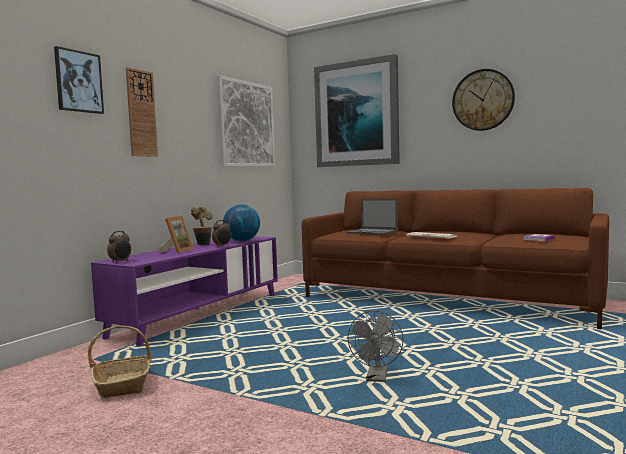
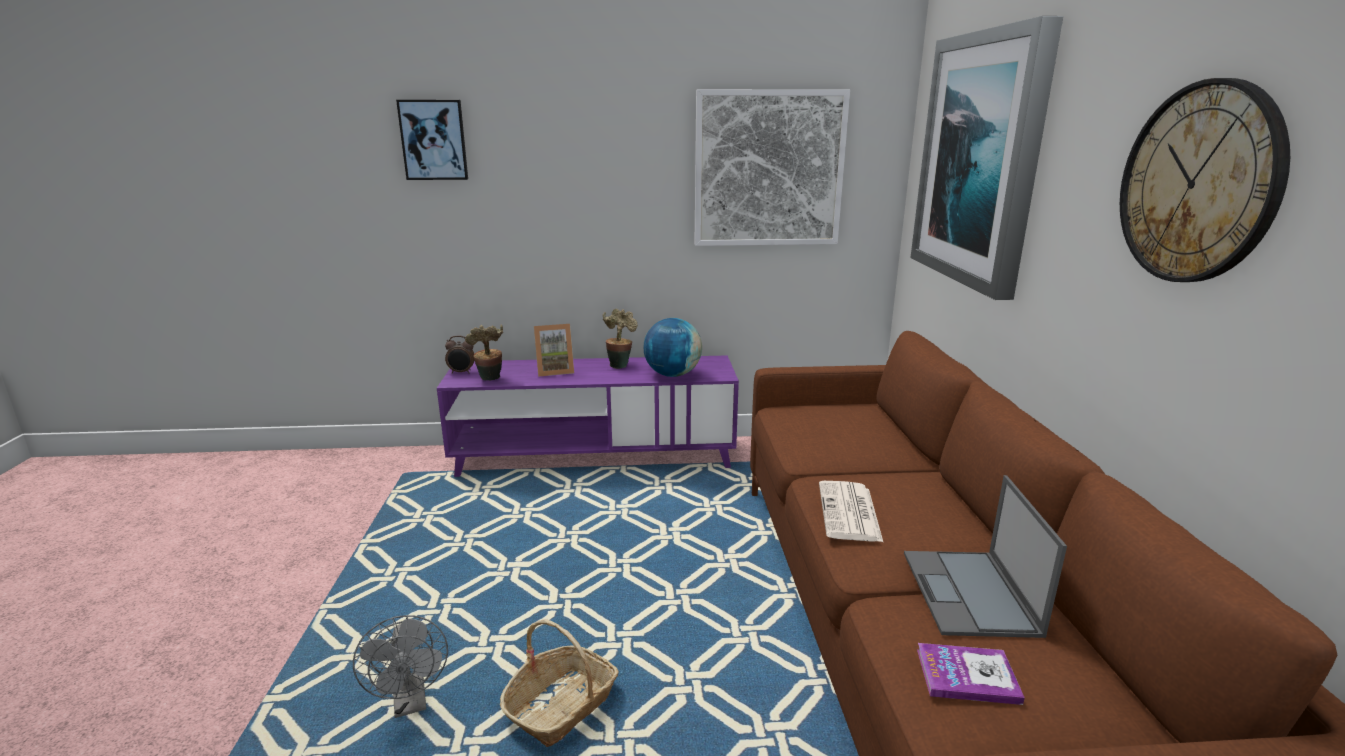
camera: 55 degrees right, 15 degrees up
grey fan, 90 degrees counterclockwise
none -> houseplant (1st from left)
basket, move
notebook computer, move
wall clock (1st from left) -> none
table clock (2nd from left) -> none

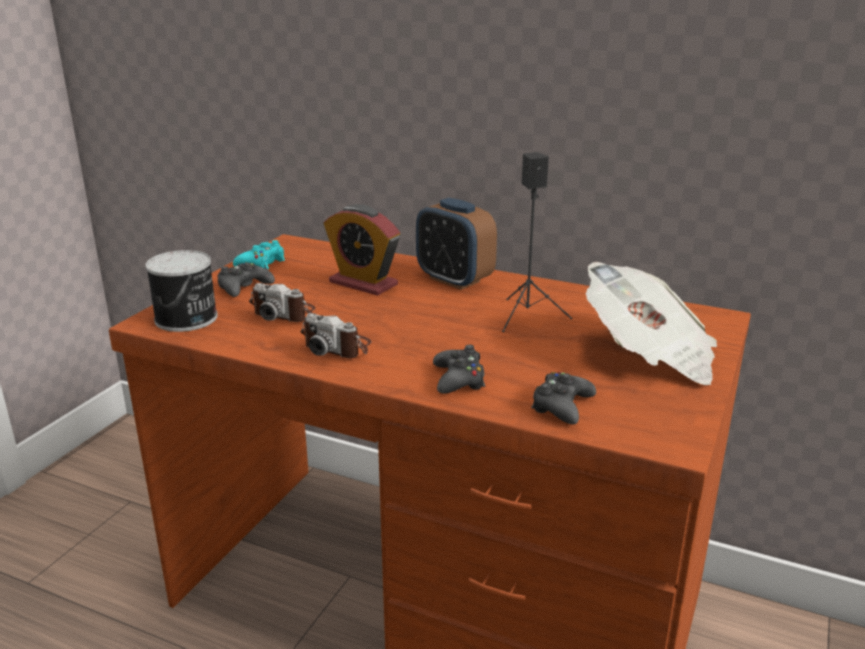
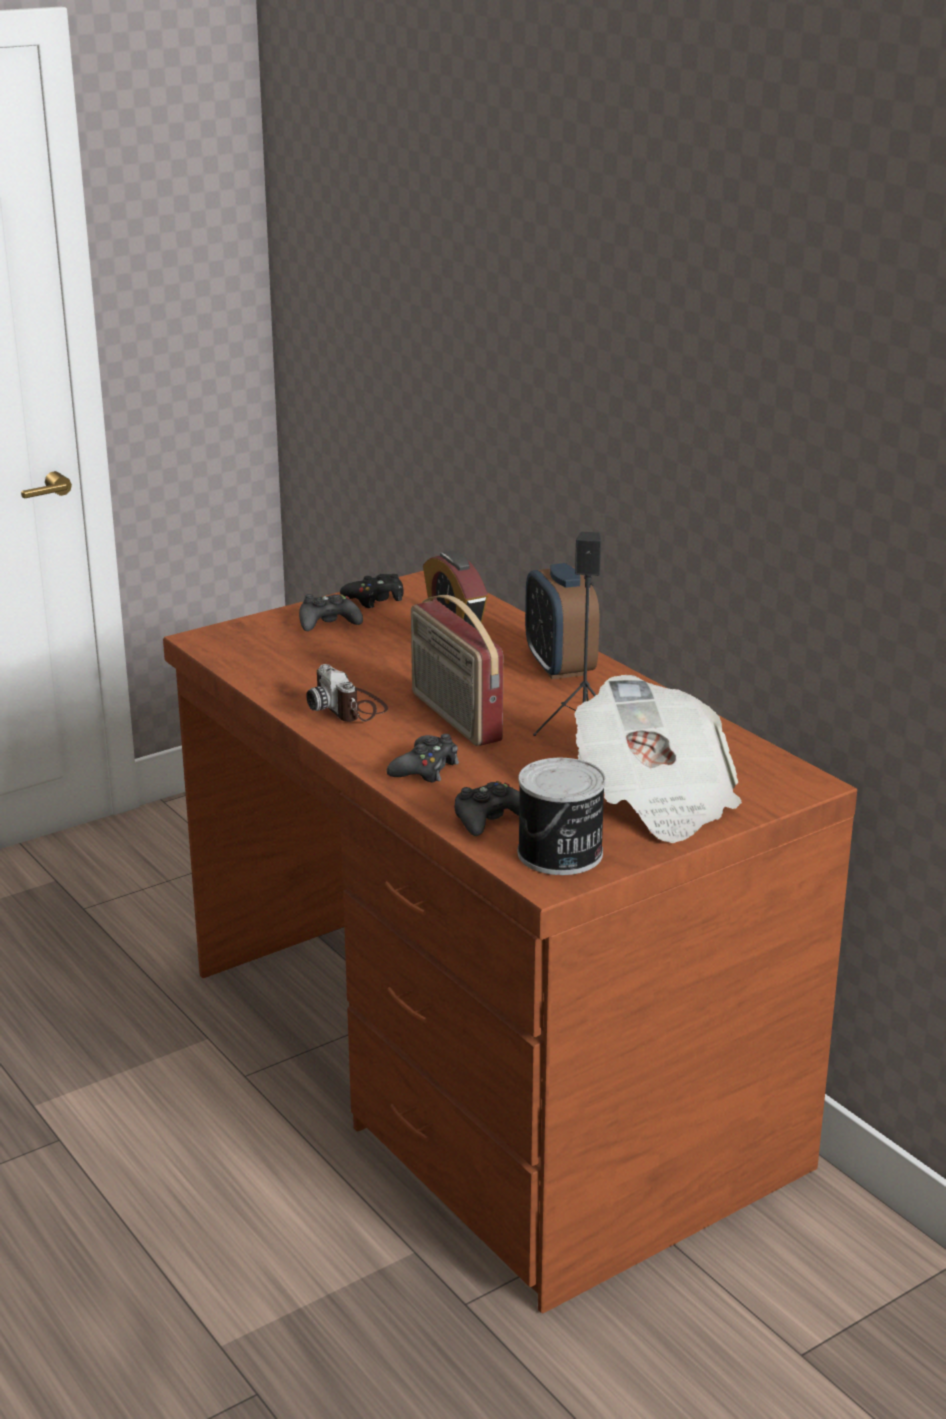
camera: 30 degrees right, 0 degrees up
turquoise joypad -> black joypad (2nd from left)
none -> radio receiver
metal can, move
still camera (1st from left) -> none

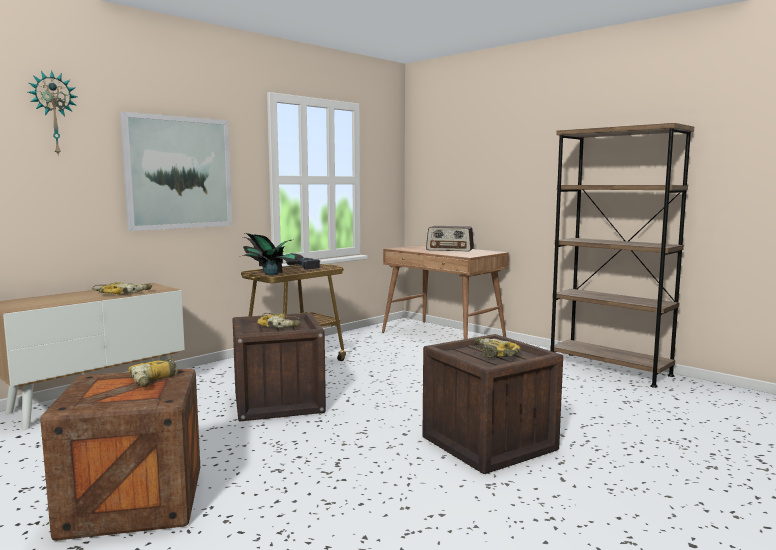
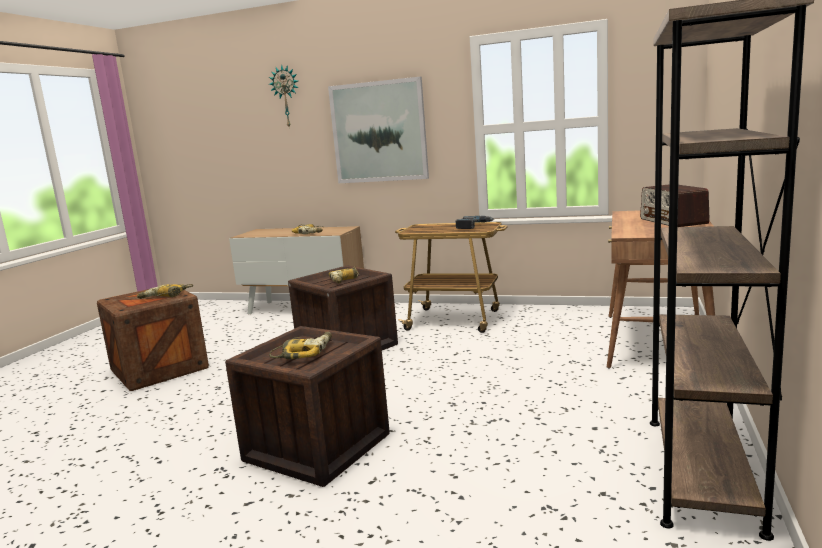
camera: 65 degrees right, 5 degrees up
houseplant -> none

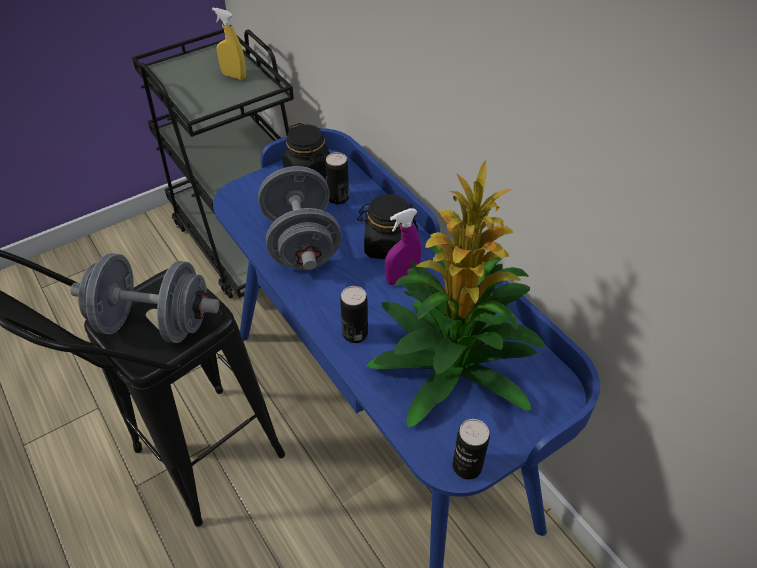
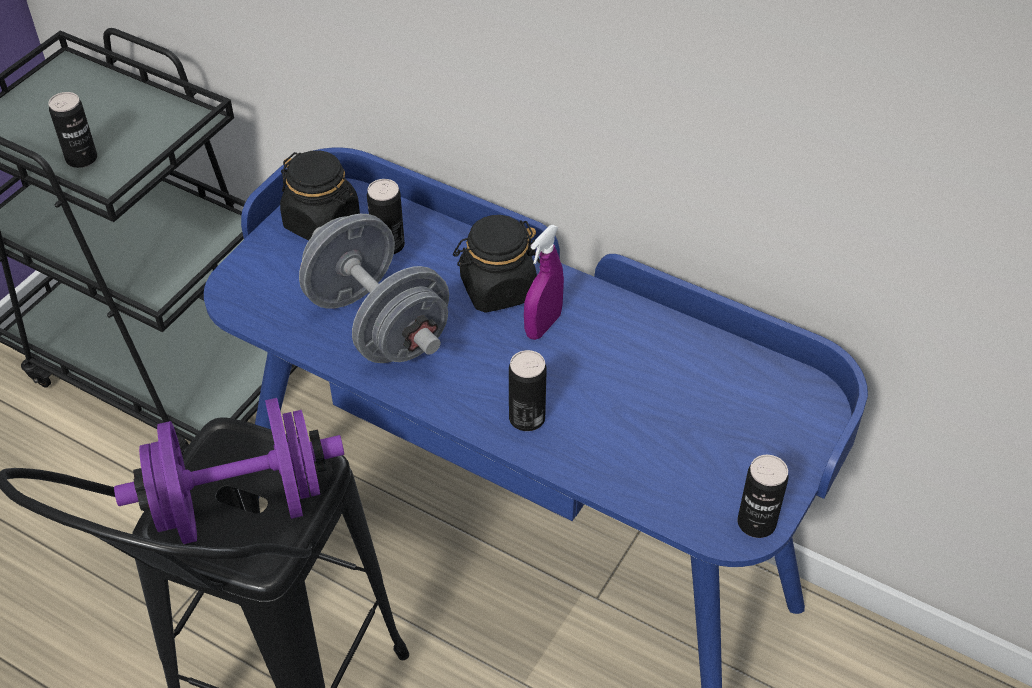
camera: 25 degrees left, 0 degrees up
none -> metal can (1st from left)
grey free weight (1st from left) -> purple-coloured free weight
yellow spray bottle -> none
houseplant -> none

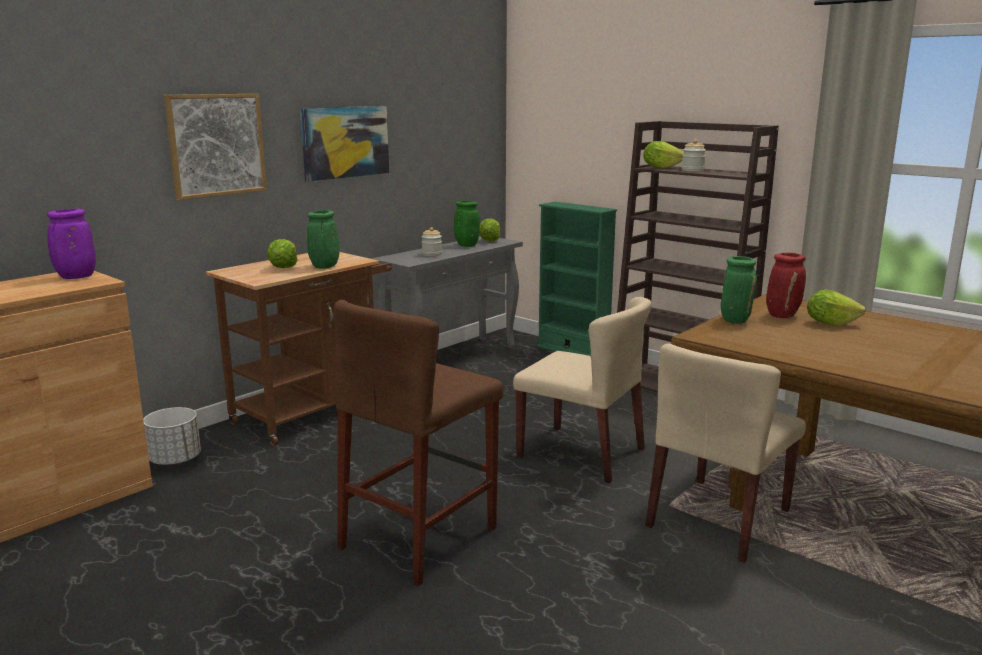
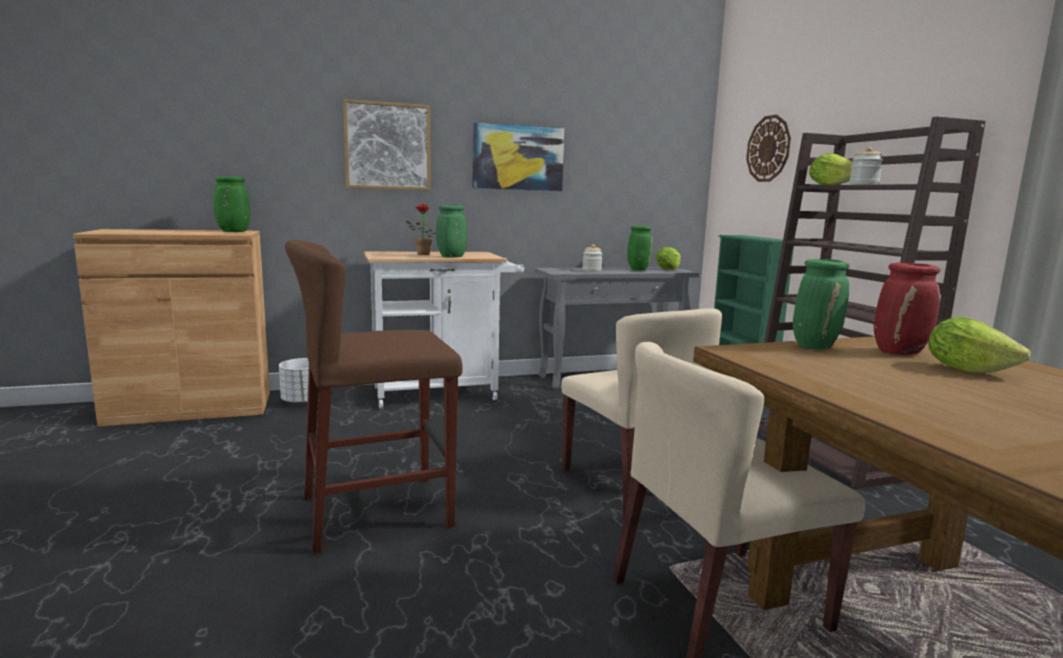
camera: 30 degrees right, 5 degrees down
purple-coloured flower vase -> green flower vase (1st from left)
brown-coloured cart -> whitish cart
lettuce head (1st from left) -> houseplant
none -> wall clock

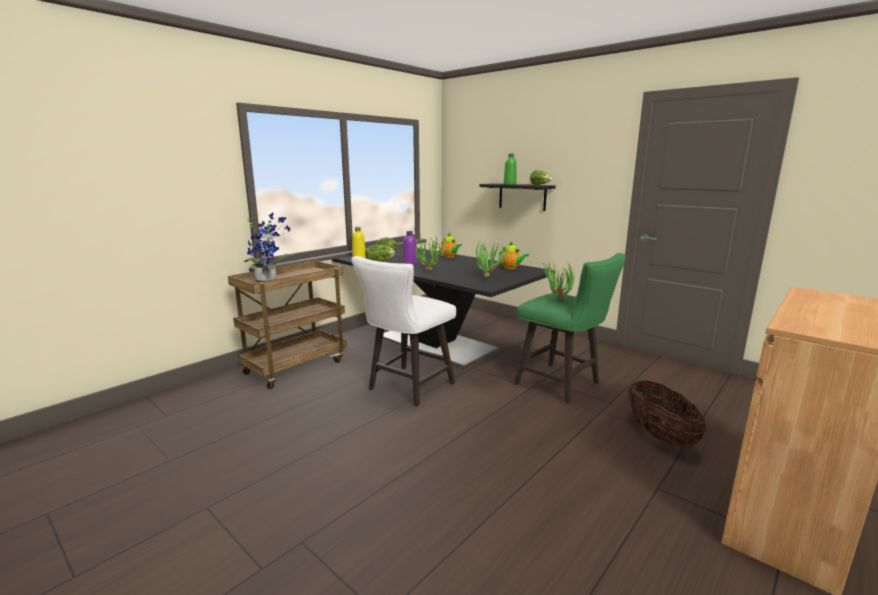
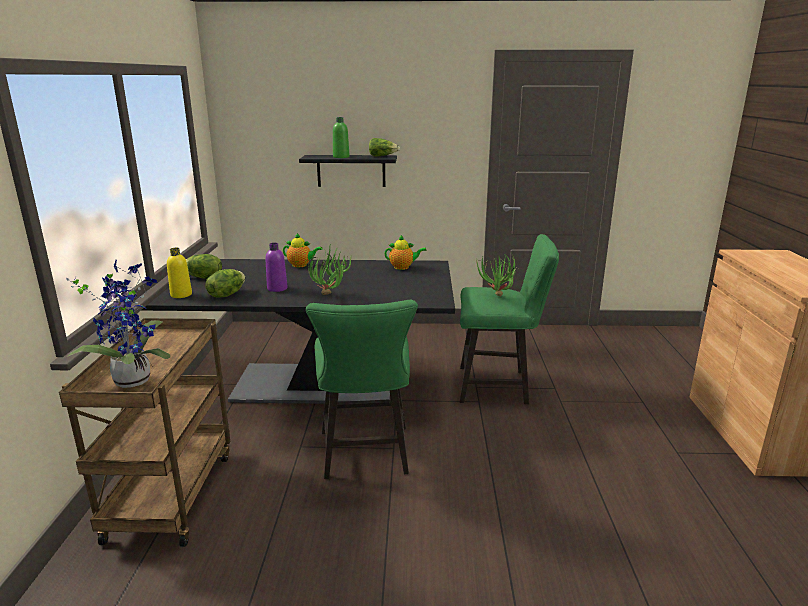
camera: 40 degrees left, 5 degrees up
whitish sitting stool -> green sitting stool (1st from left)
houseplant (3rd from left) -> none
basket -> none

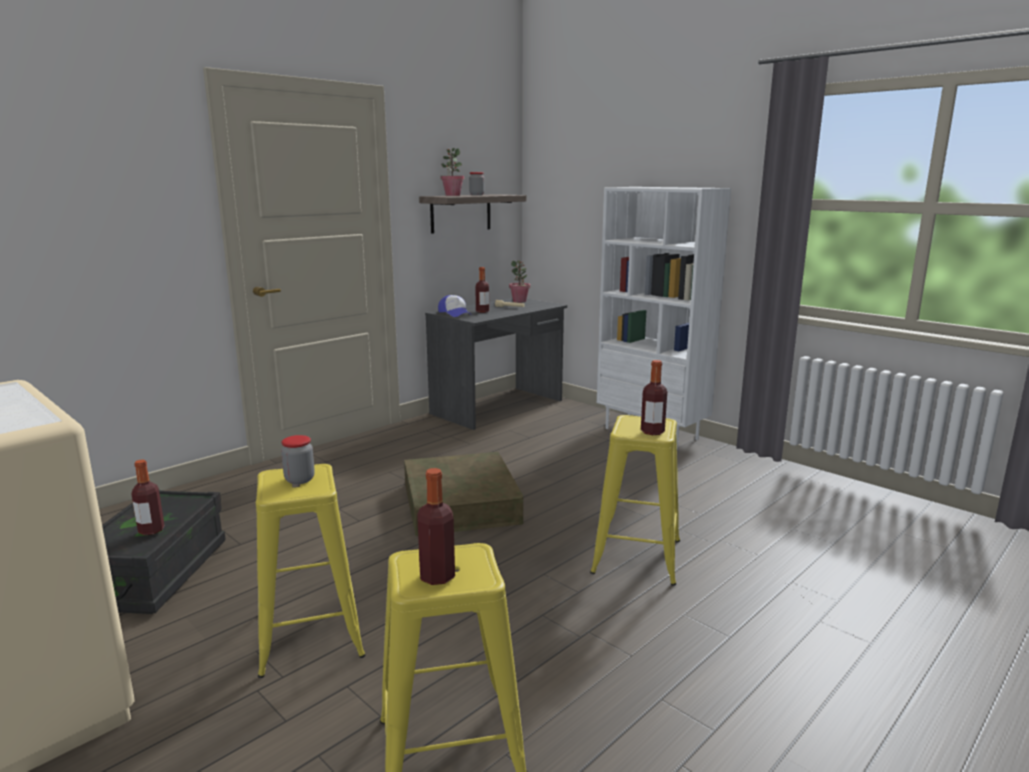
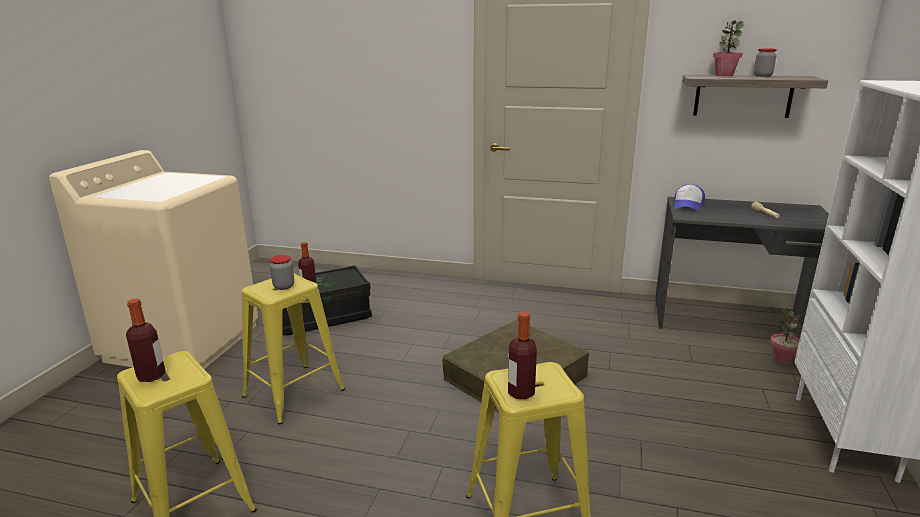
camera: 60 degrees right, 5 degrees up
houseplant (2nd from left), move
bottle (3rd from left) -> none

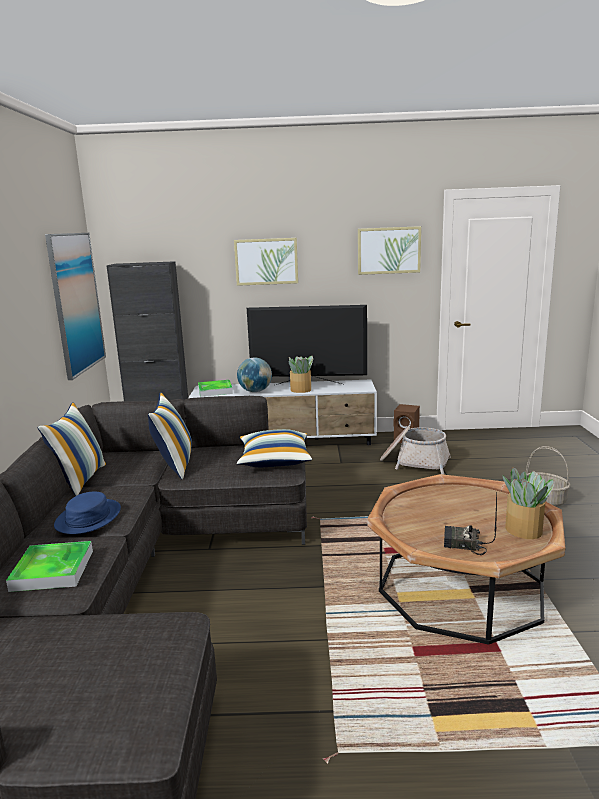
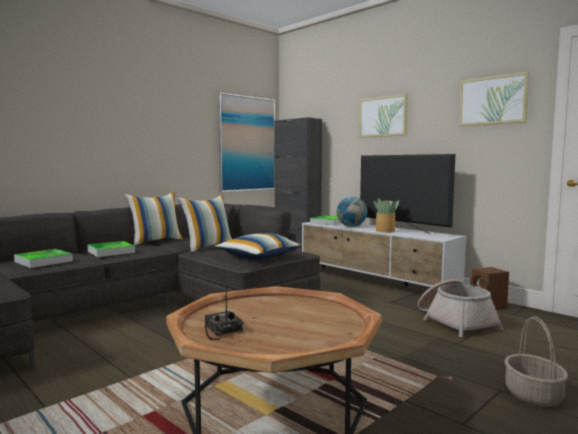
camera: 45 degrees right, 10 degrees down
blue-coloured hat -> carrying tray (2nd from left)
houseplant (2nd from left) -> none

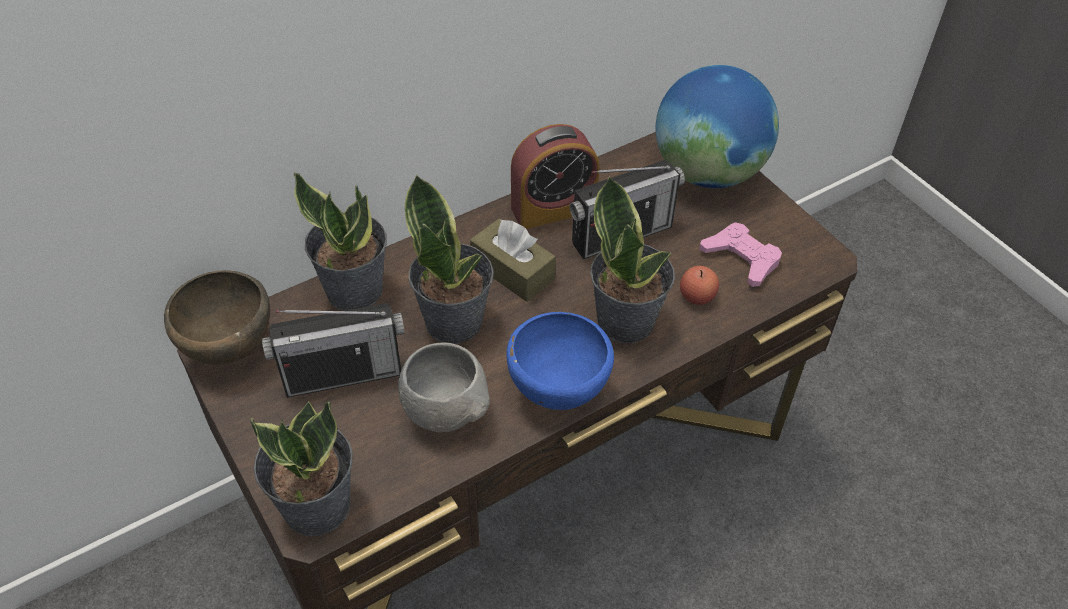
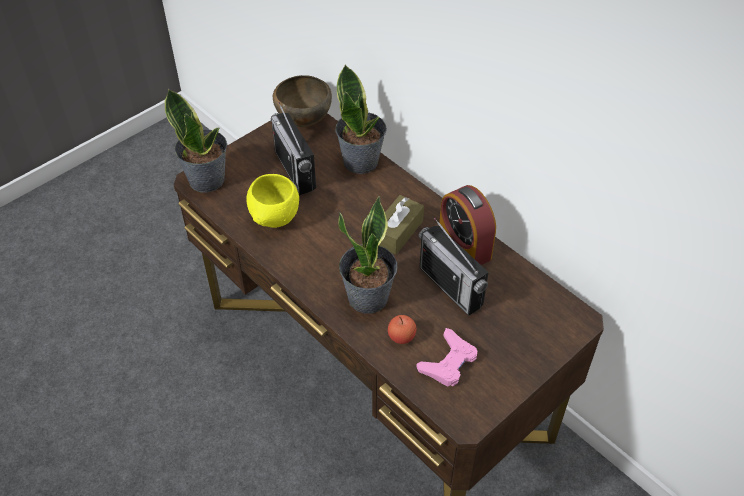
camera: 80 degrees right, 0 degrees up
grey serving bowl -> yellow serving bowl
houseplant (3rd from left) -> none
blue-coloured serving bowl -> none
globe -> none

